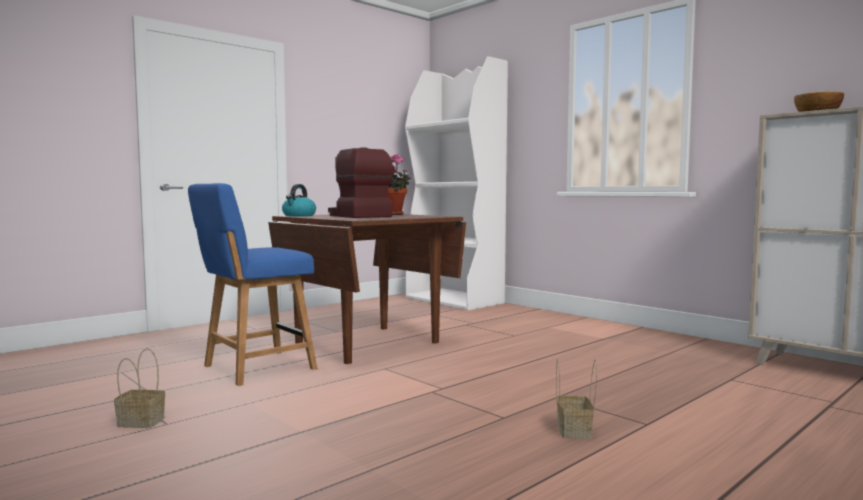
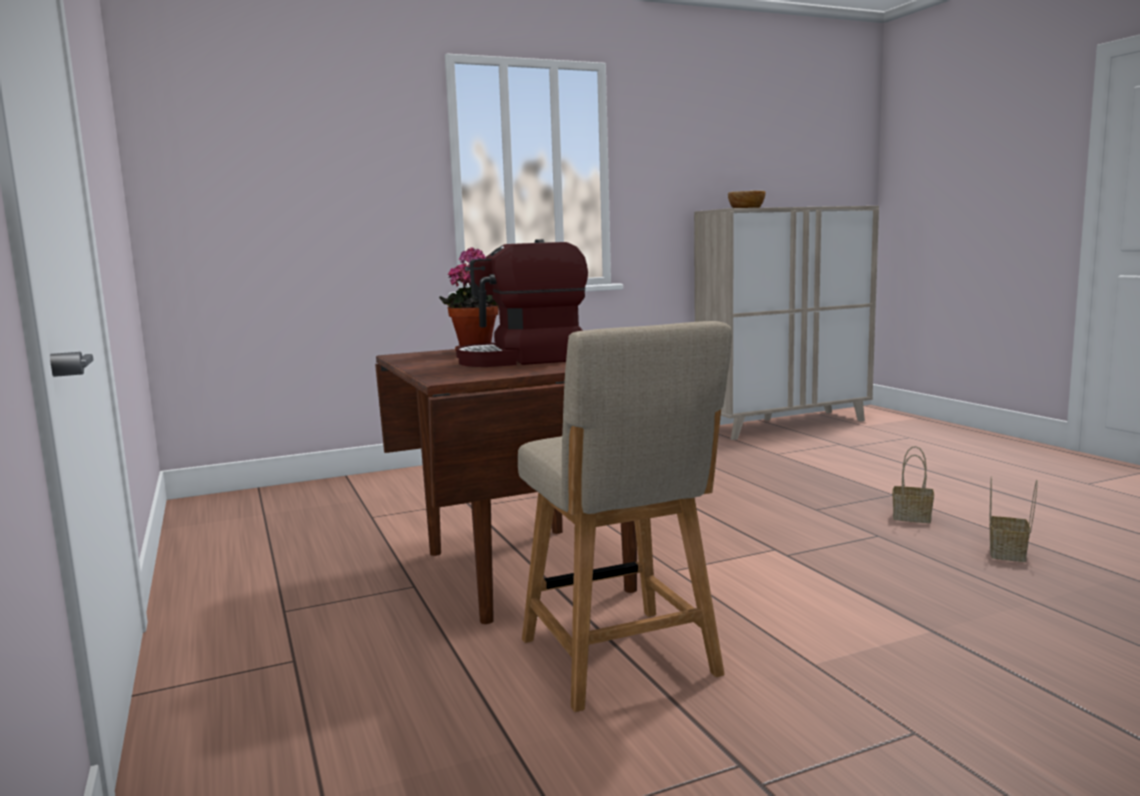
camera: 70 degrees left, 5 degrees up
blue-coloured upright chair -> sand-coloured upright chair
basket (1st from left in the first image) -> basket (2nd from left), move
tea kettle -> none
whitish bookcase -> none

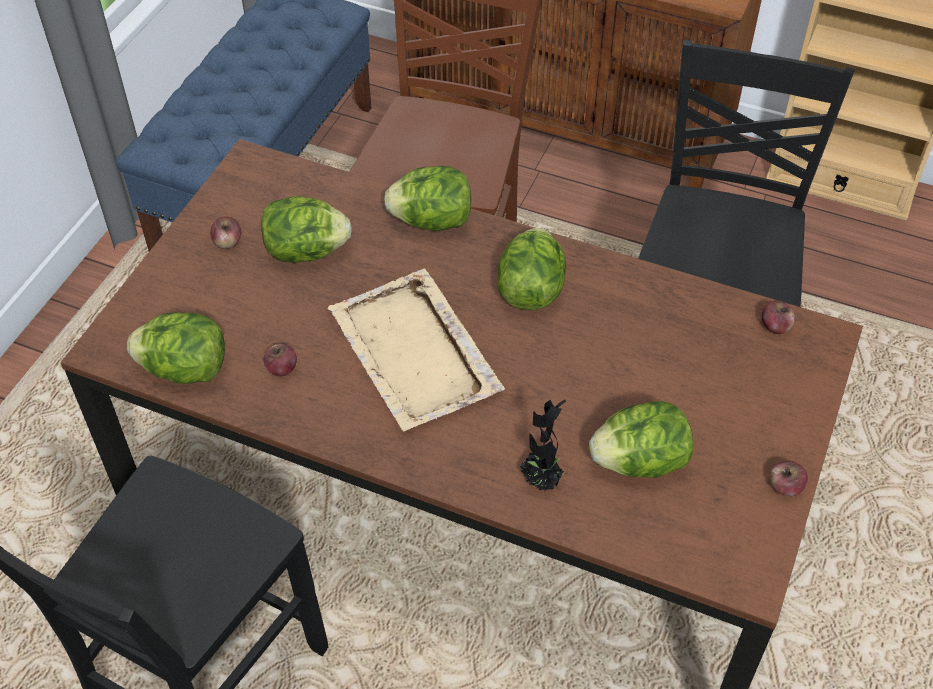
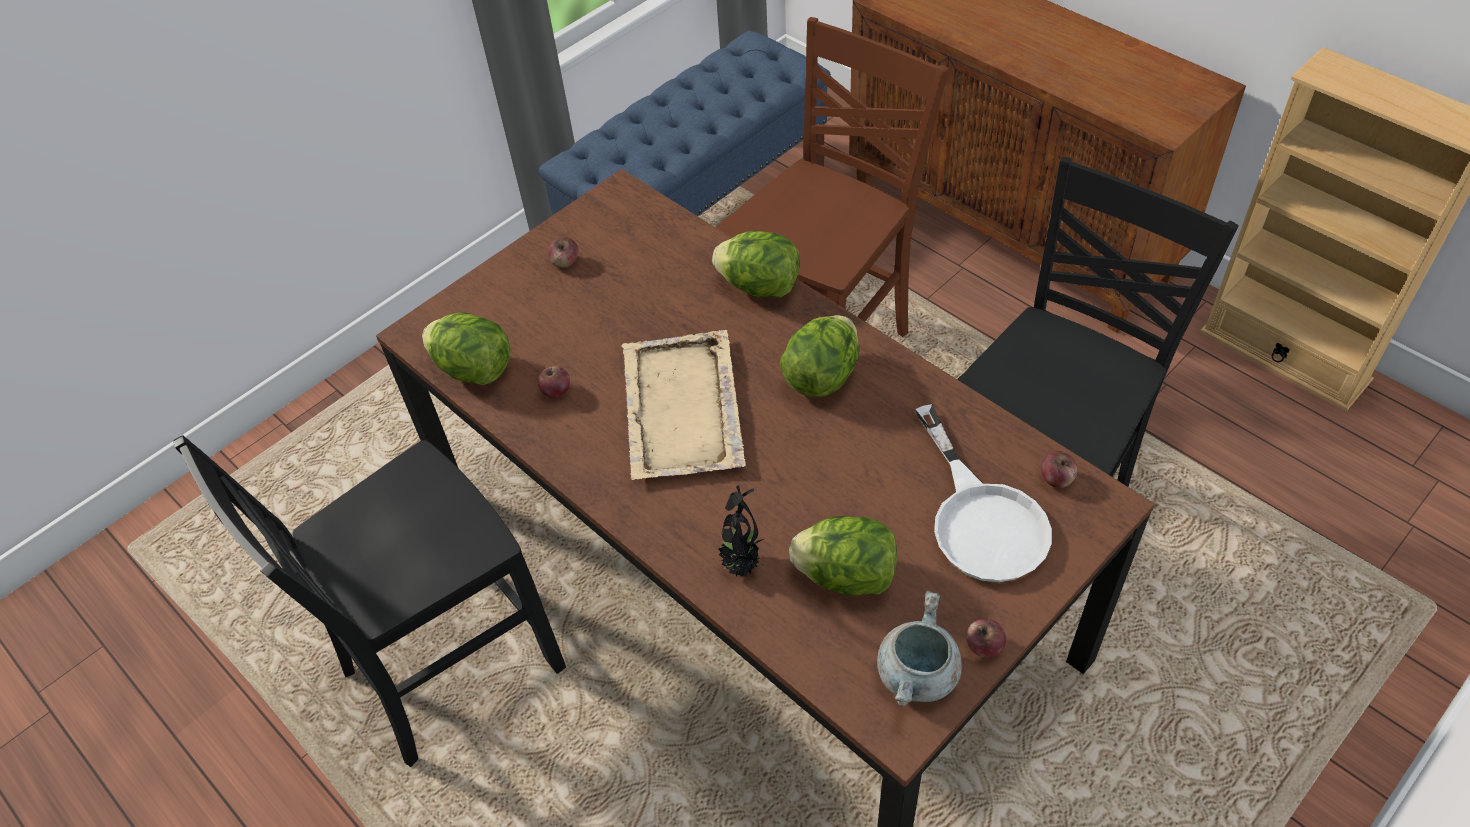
camera: 25 degrees right, 0 degrees up
none -> grey cooking pot
none -> whitish frying pan
lettuce head (2nd from left) -> none

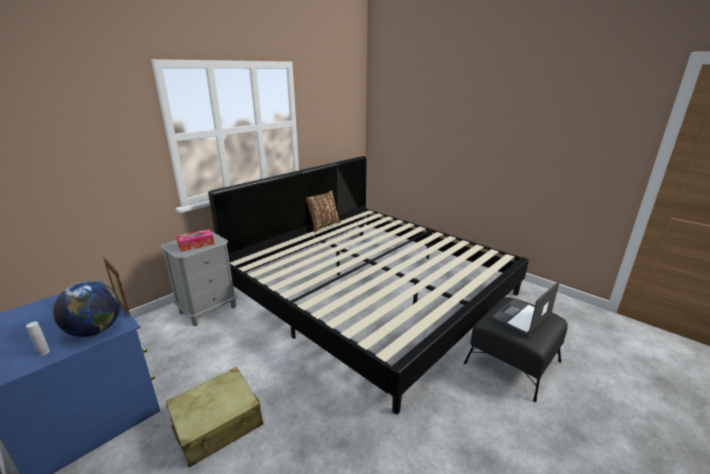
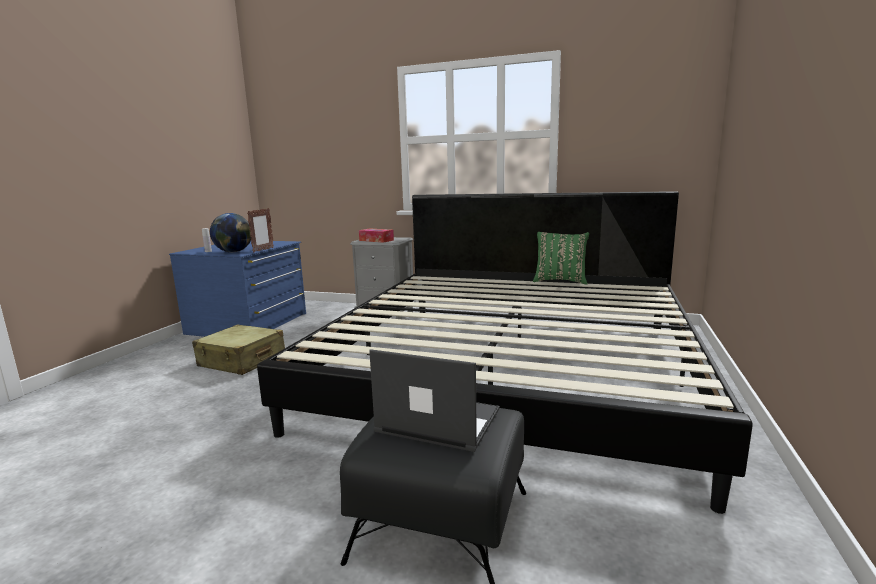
camera: 65 degrees right, 10 degrees down
brown-coloured cushion -> green cushion

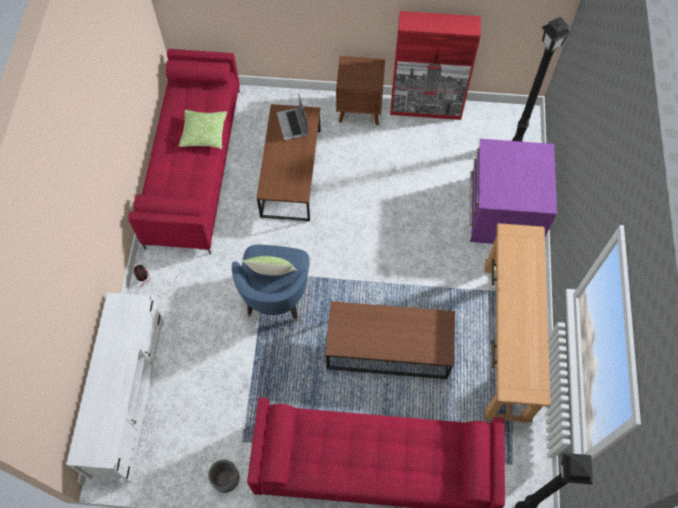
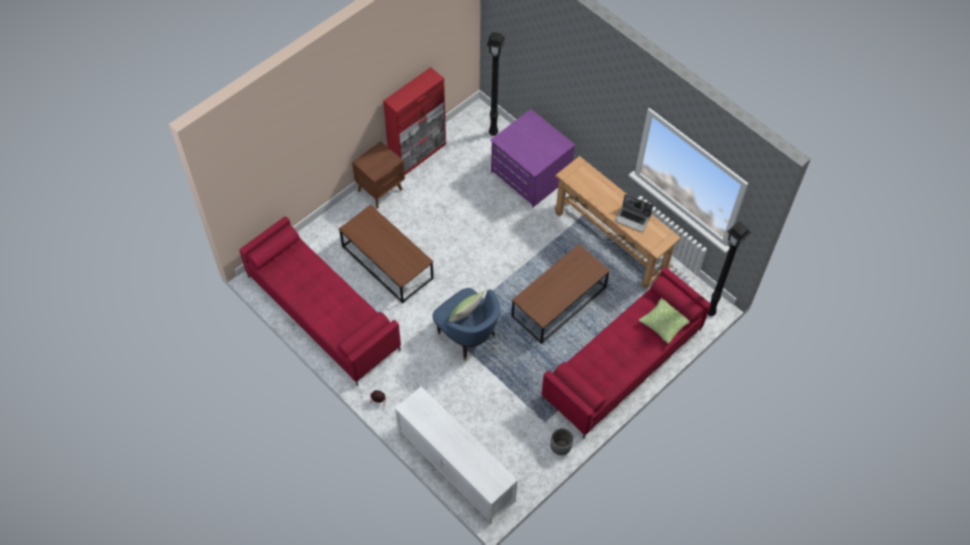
camera: 50 degrees left, 5 degrees down
notebook computer, move
cushion (1st from left in the first image) -> cushion (2nd from left), move

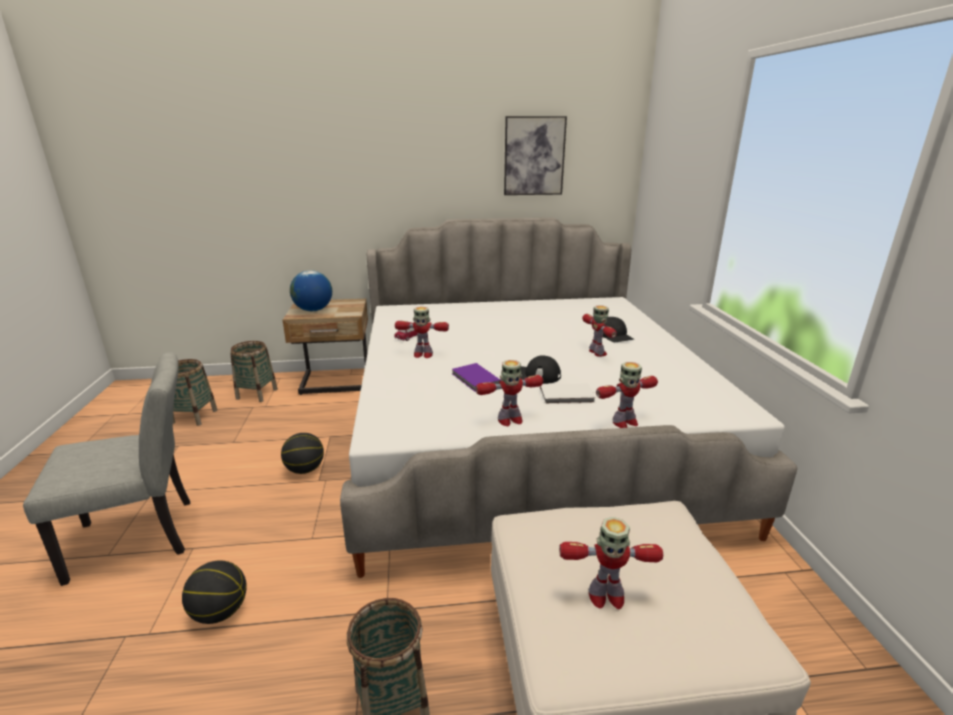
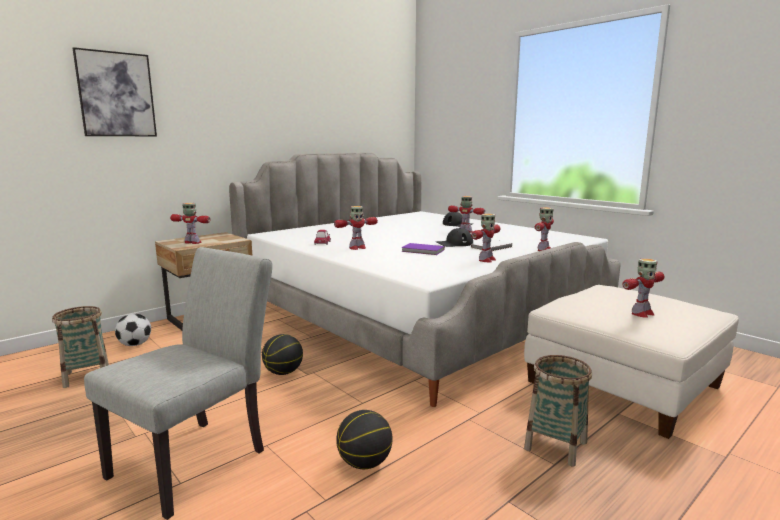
camera: 35 degrees left, 10 degrees down
wall picture, move
basket (2nd from left) -> football ball
globe -> robot figure (1st from left)

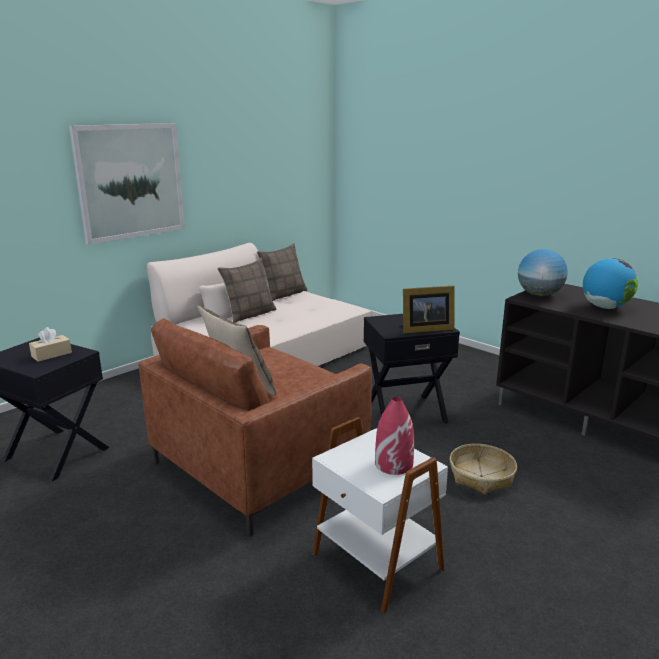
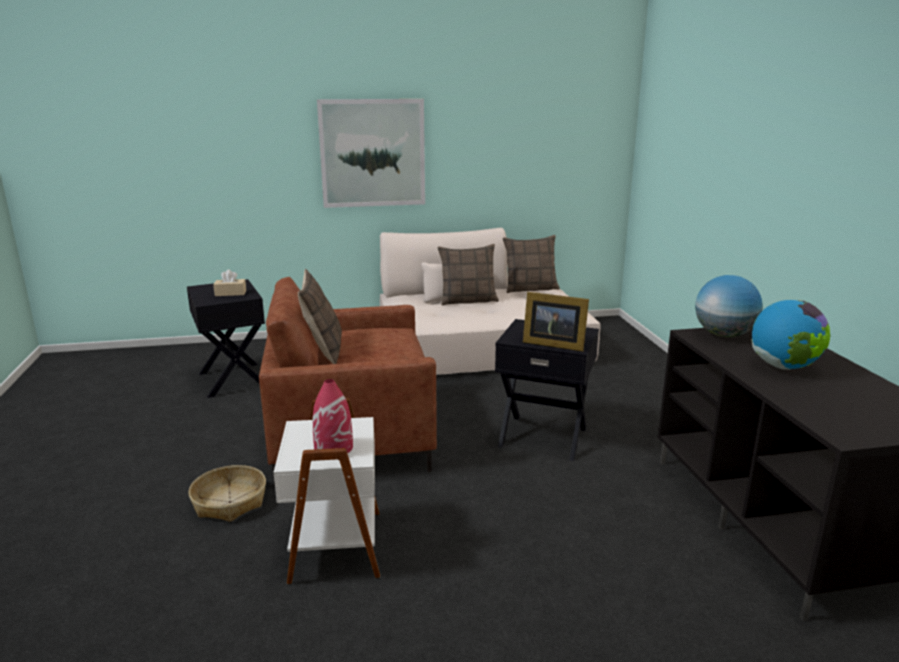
camera: 35 degrees right, 0 degrees up
basket, move

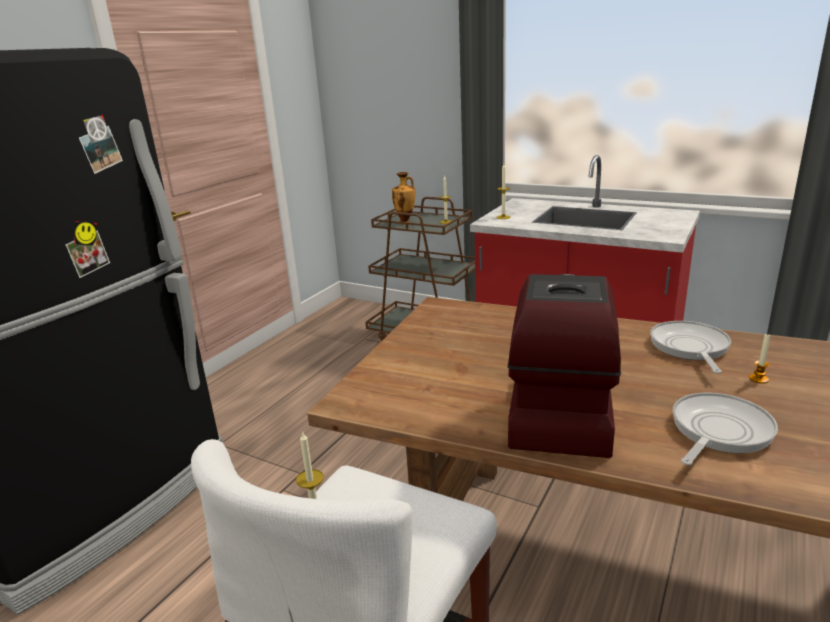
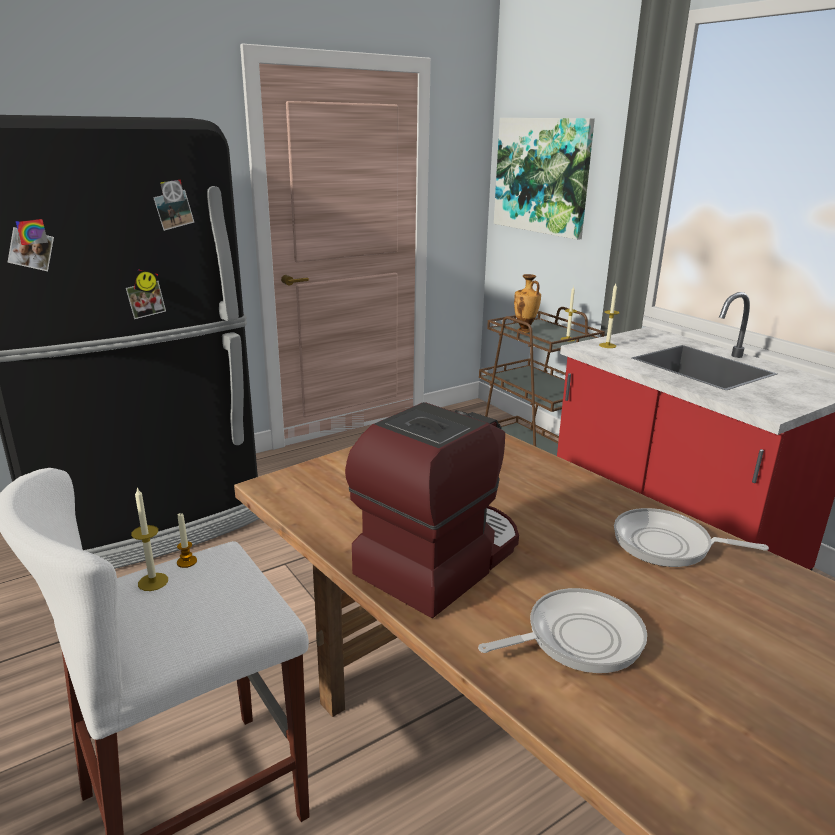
camera: 25 degrees right, 0 degrees up
wax candle (4th from left in the first image) -> wax candle (2nd from left), move
none -> wall picture
frying pan (1st from left in the first image) -> frying pan (2nd from left), 105 degrees counterclockwise

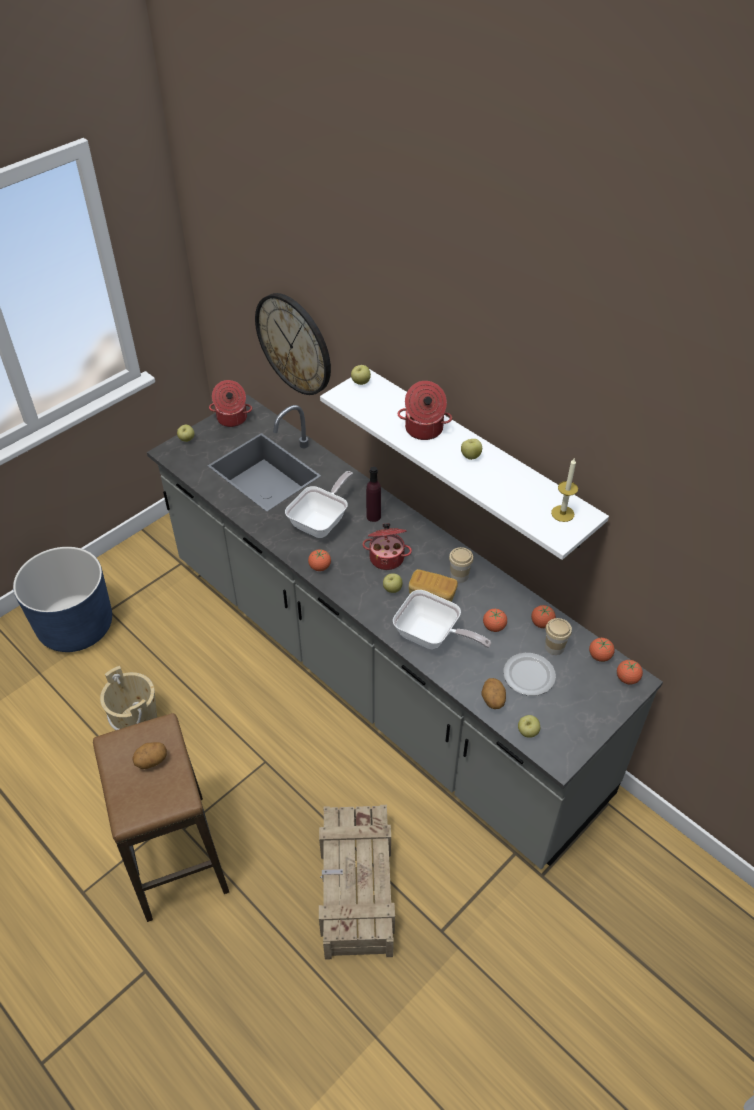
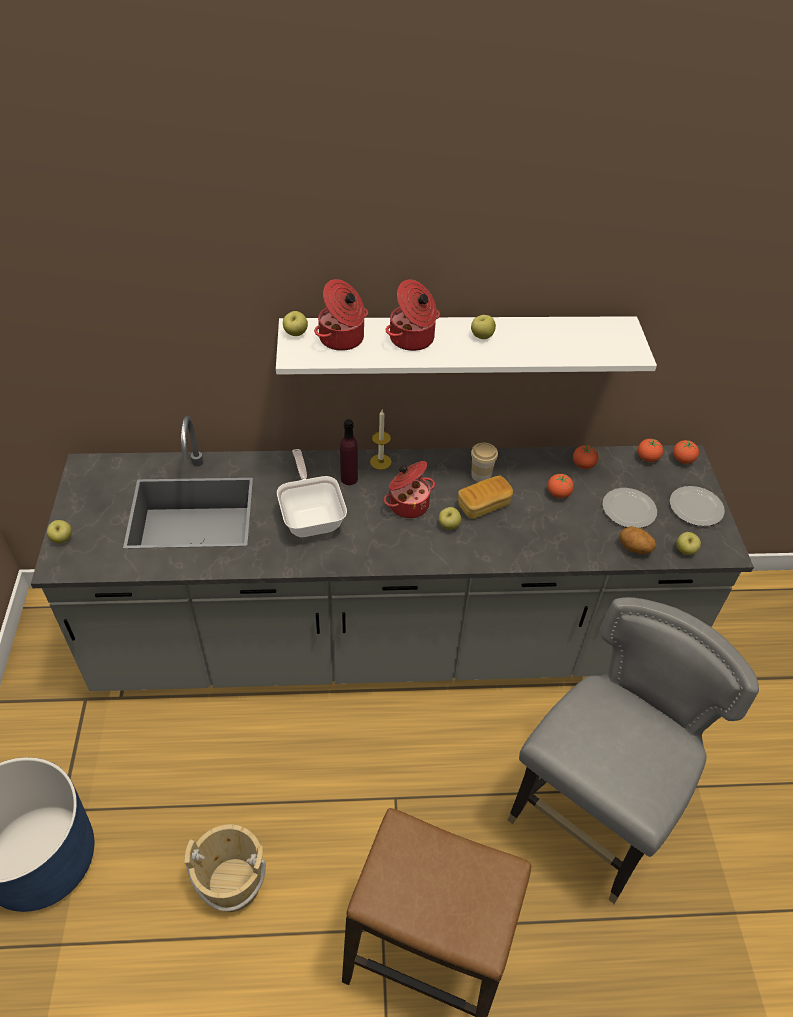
camera: 50 degrees left, 0 degrees up
cooking pot (1st from left), move
wax candle, move
shipping crate -> grey upright chair
none -> plate (2nd from left)
spud (1st from left) -> none
wall clock -> none
fresh tomato (1st from left) -> none
frying pan (2nd from left) -> none
drinking cup (2nd from left) -> none

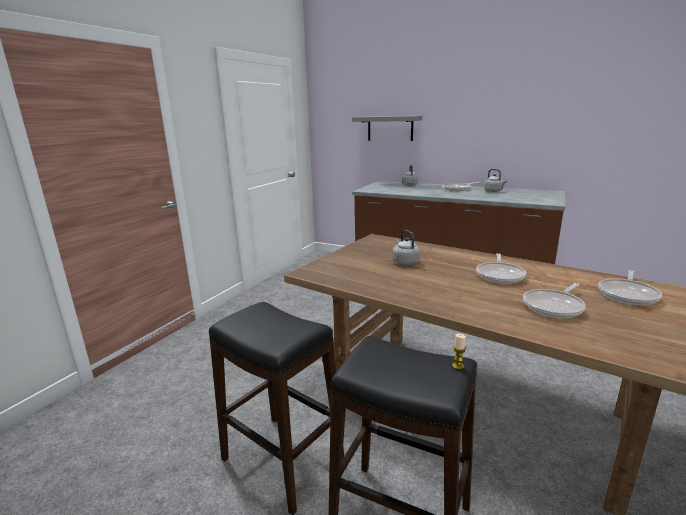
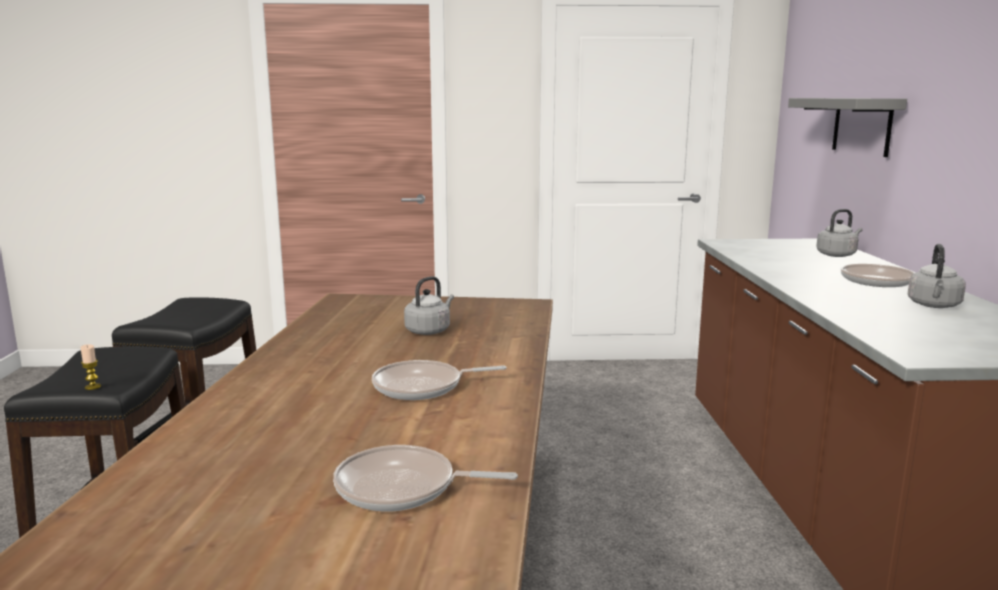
camera: 60 degrees right, 5 degrees down
frying pan (3rd from left) -> none

